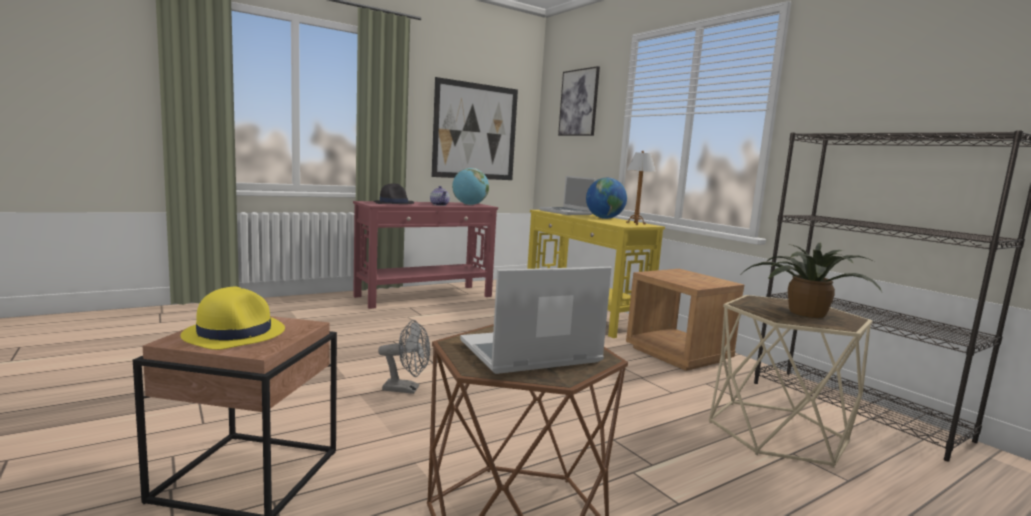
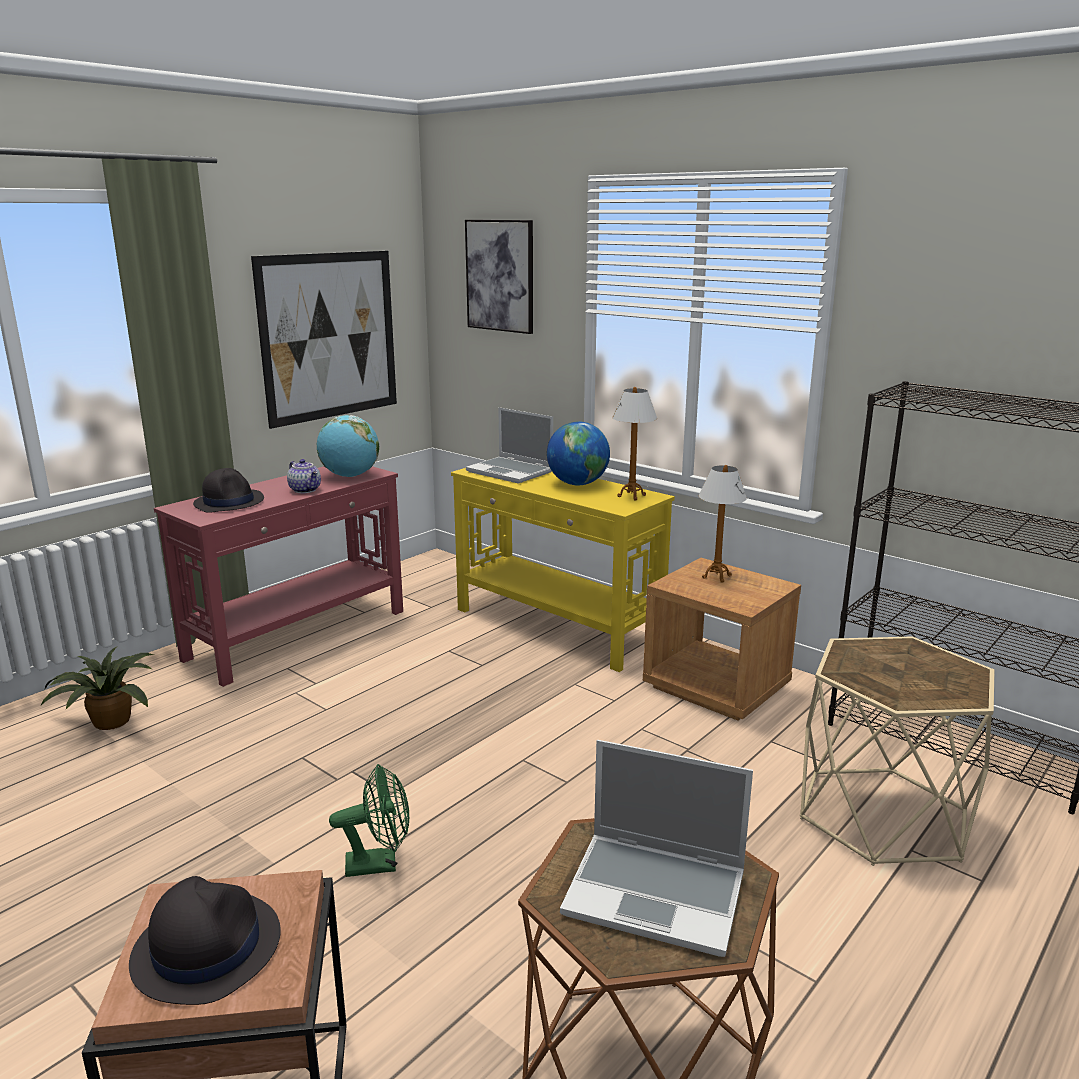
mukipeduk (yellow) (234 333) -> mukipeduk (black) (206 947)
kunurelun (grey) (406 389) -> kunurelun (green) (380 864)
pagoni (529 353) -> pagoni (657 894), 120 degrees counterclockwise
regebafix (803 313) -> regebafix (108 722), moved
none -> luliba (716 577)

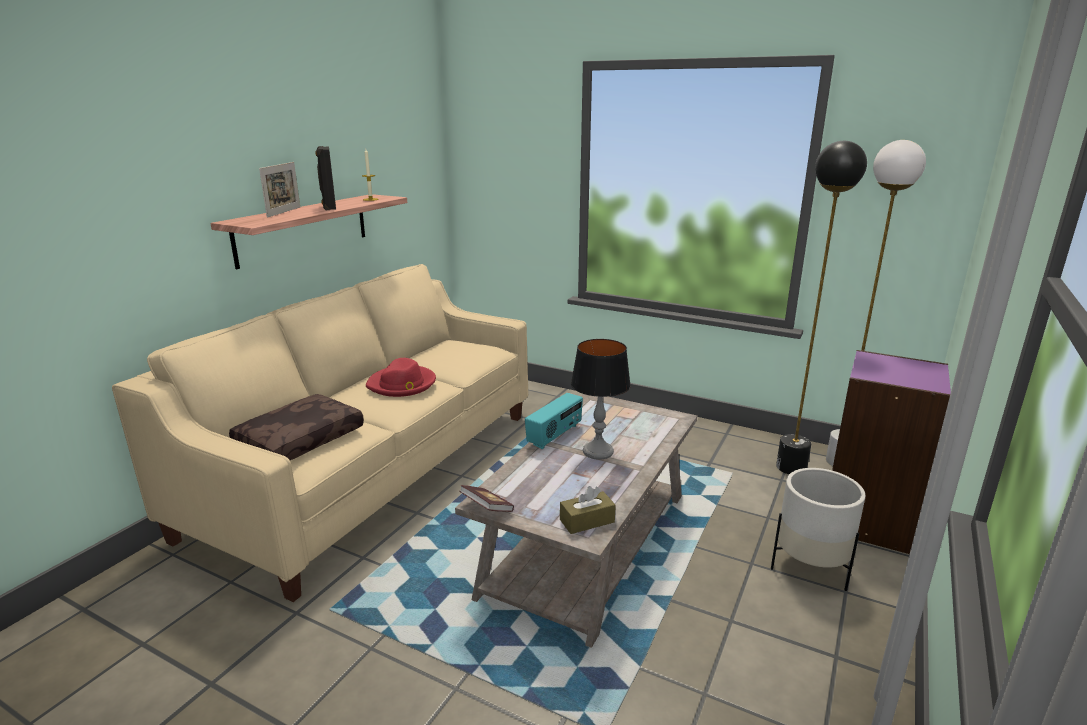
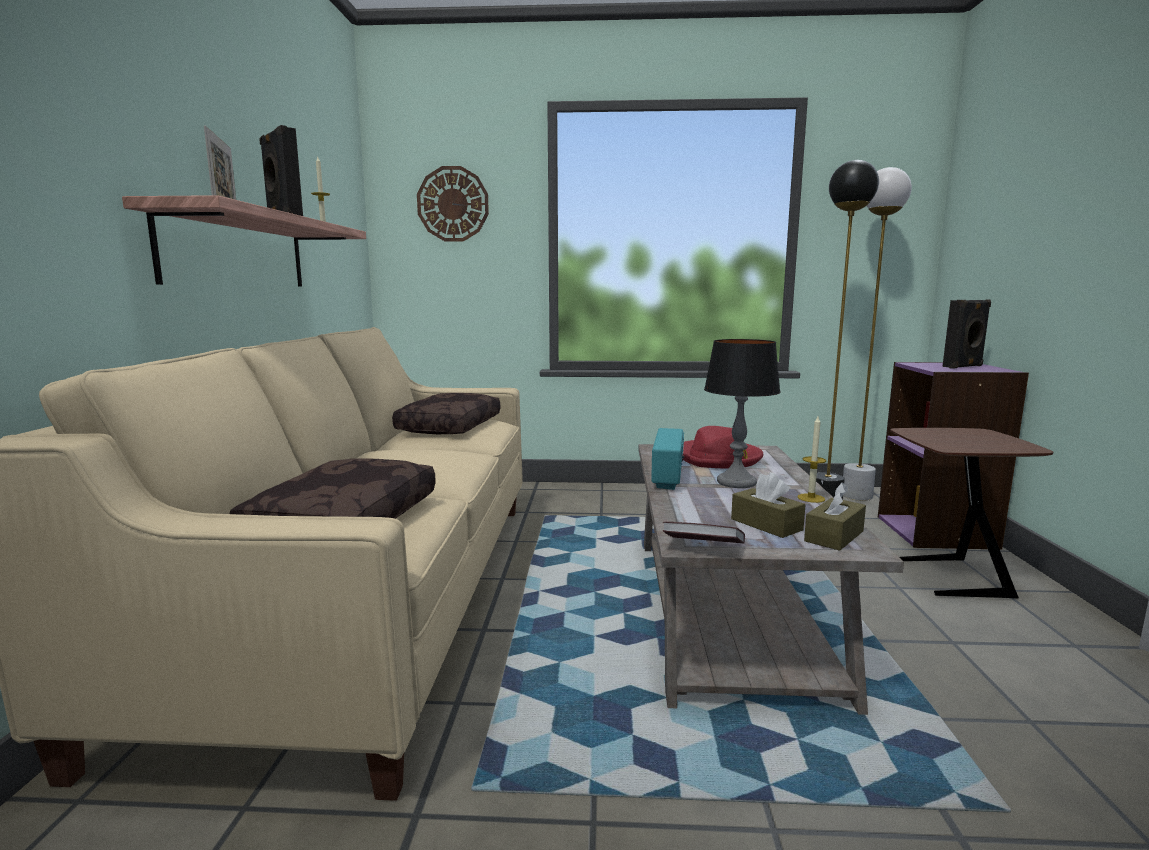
mukipeduk (red) (402 384) -> mukipeduk (red) (718 458), moved
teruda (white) (810 567) -> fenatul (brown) (948 578)
none -> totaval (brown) (449 426)
none -> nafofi (453 204)
none -> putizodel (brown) (766 524)
none -> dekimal (811 498)
none -> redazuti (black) (963 366)

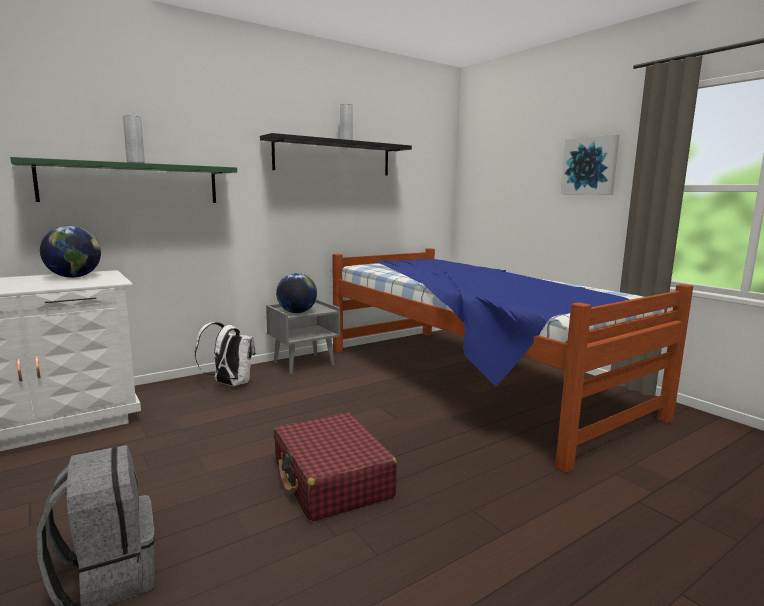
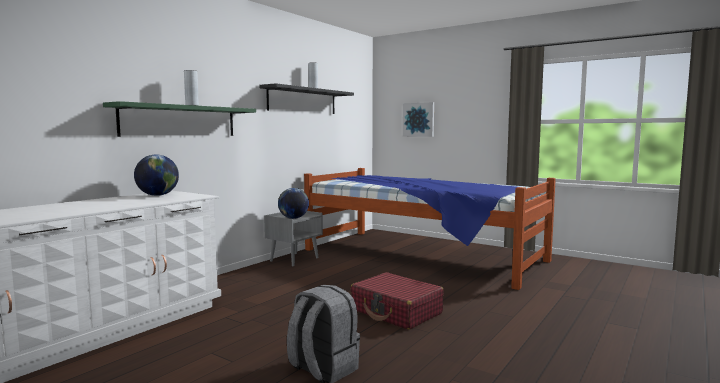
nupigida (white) (229 384) -> none
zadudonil (589 166) -> zadudonil (418 119), moved

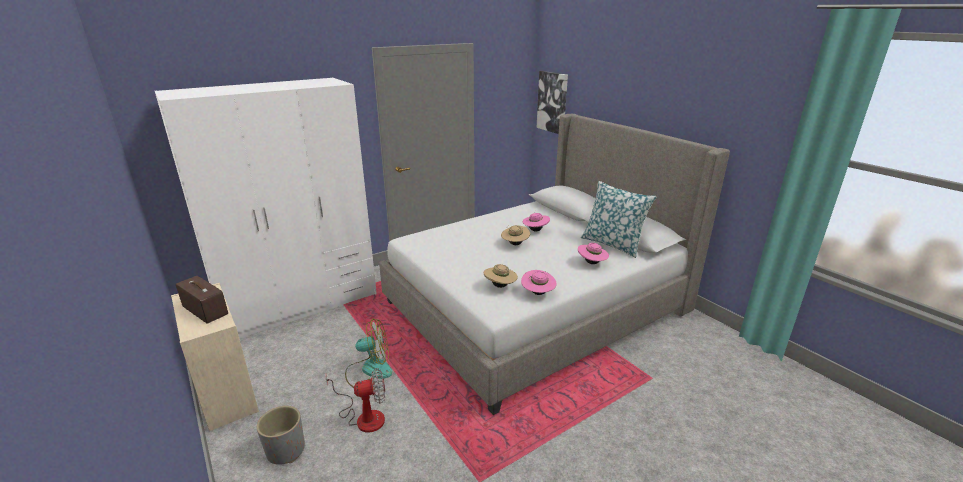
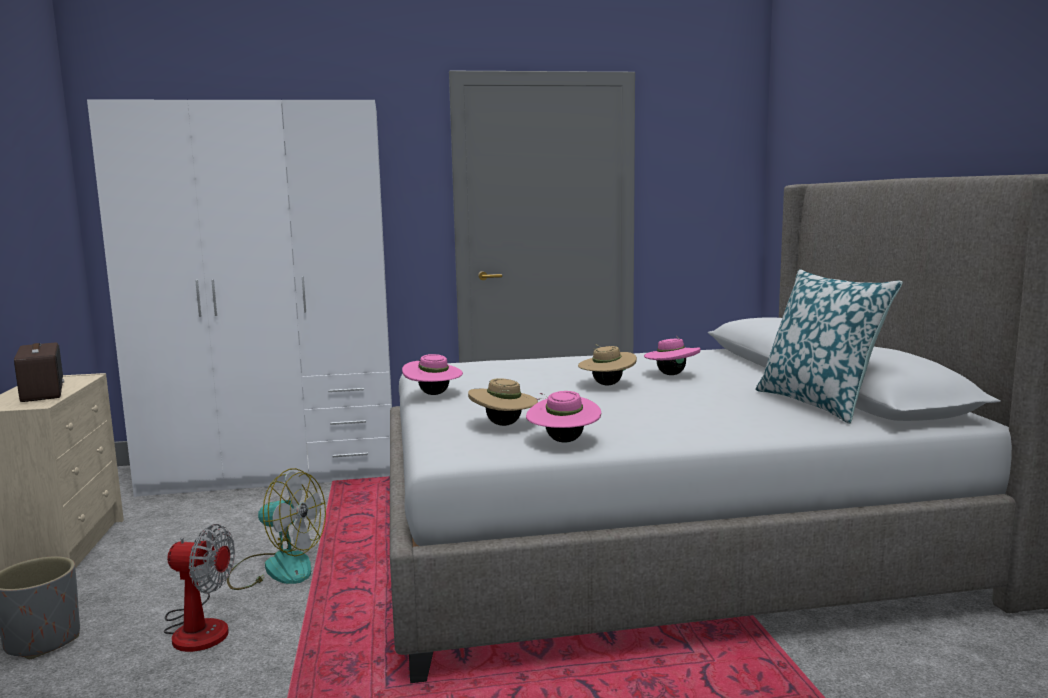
zadudonil (552 102) -> none
mukipeduk (pink) (592 263) -> mukipeduk (pink) (433 394), moved

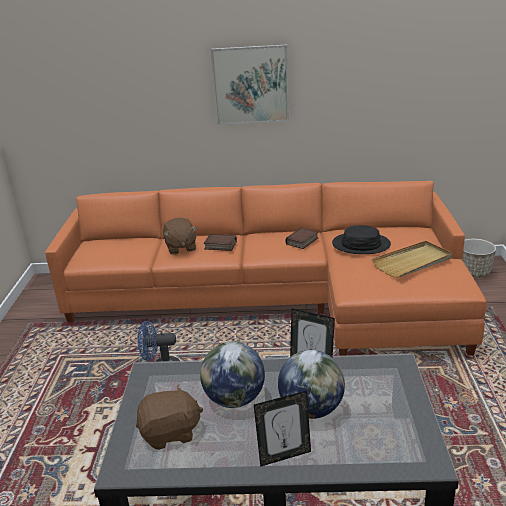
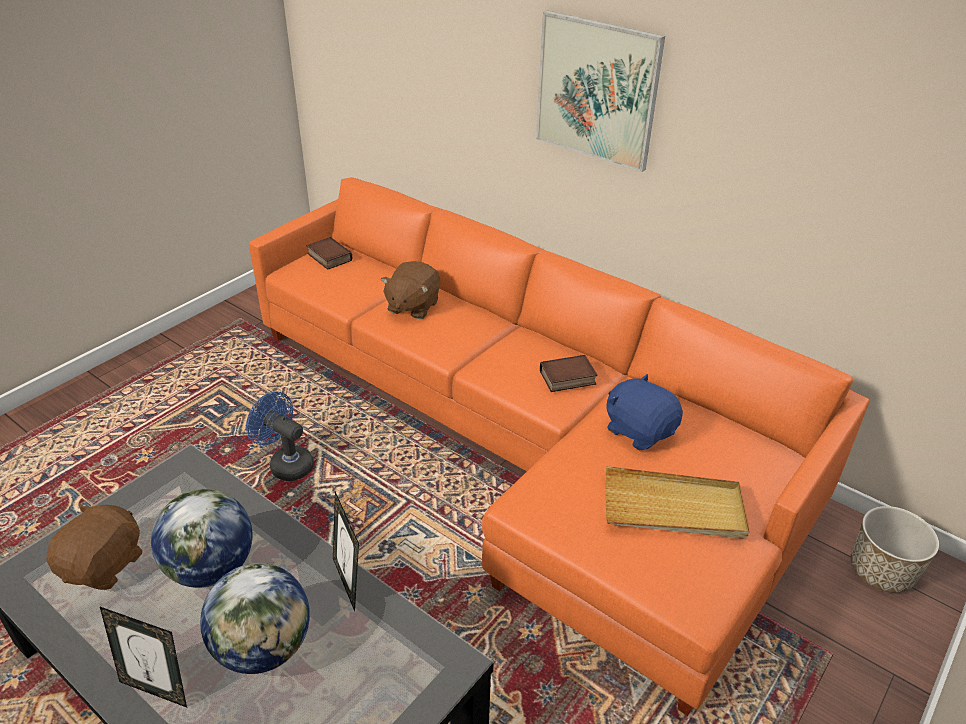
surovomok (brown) (170 433) -> surovomok (brown) (105 565), 90 degrees counterclockwise
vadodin (219 246) -> vadodin (328 257), moved
mukipeduk (black) (361 245) -> surovomok (blue) (639 430)

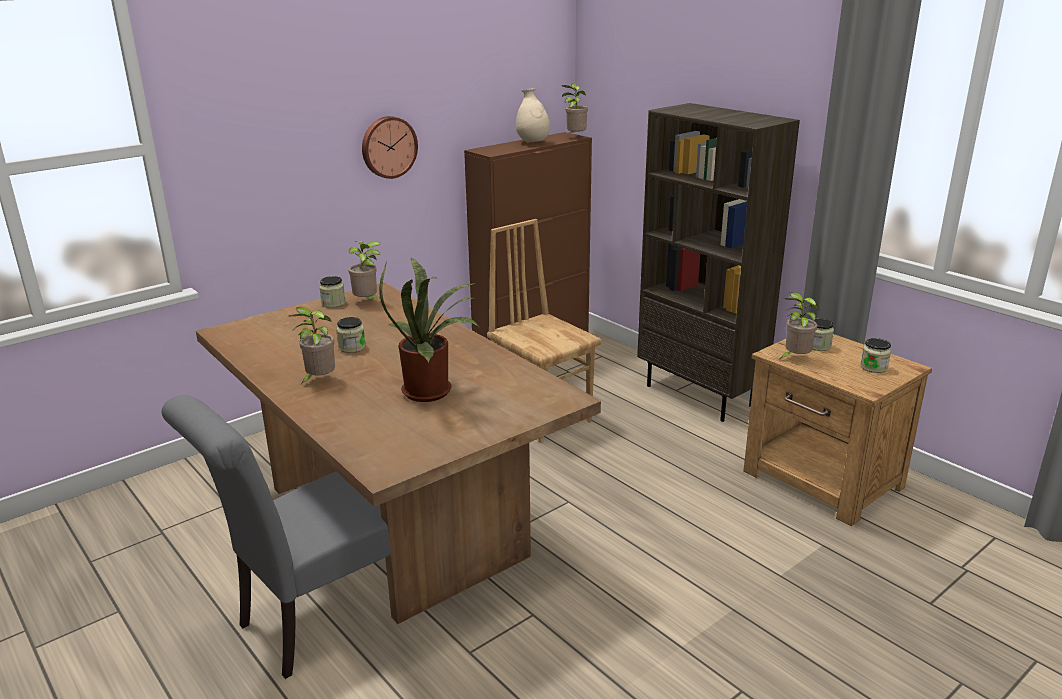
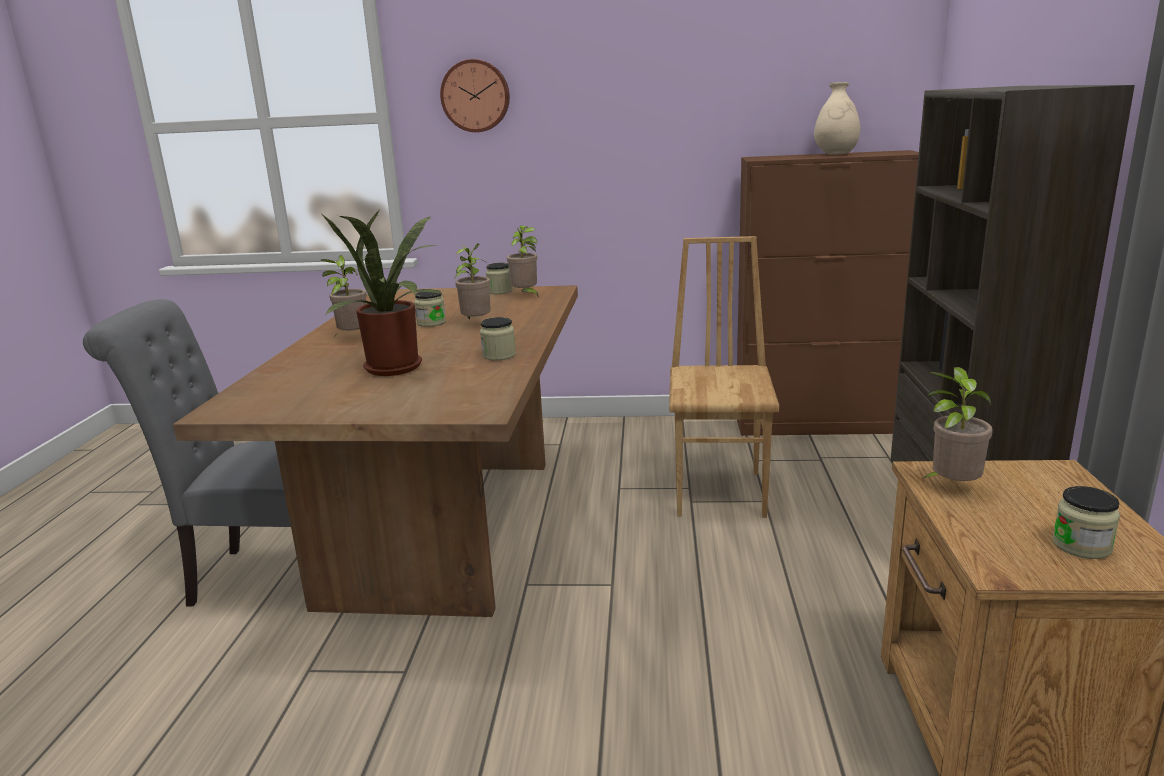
nafofi (388 147) -> nafofi (475 96), moved
regebafix (574 137) -> regebafix (476 324), moved
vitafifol (818 346) -> vitafifol (499 355), moved

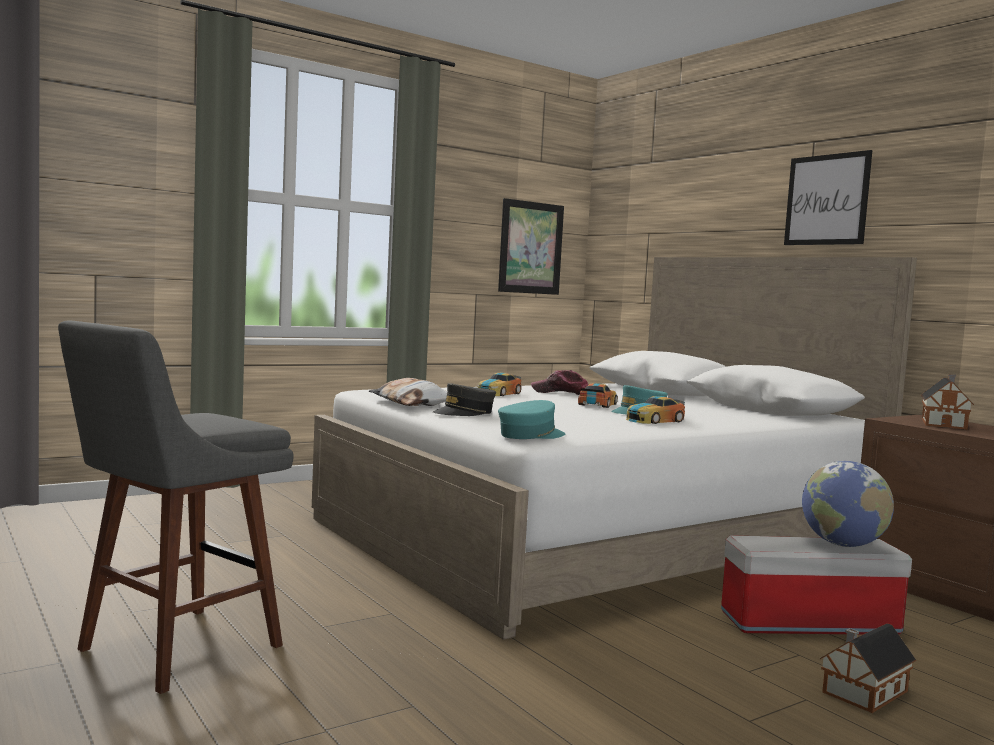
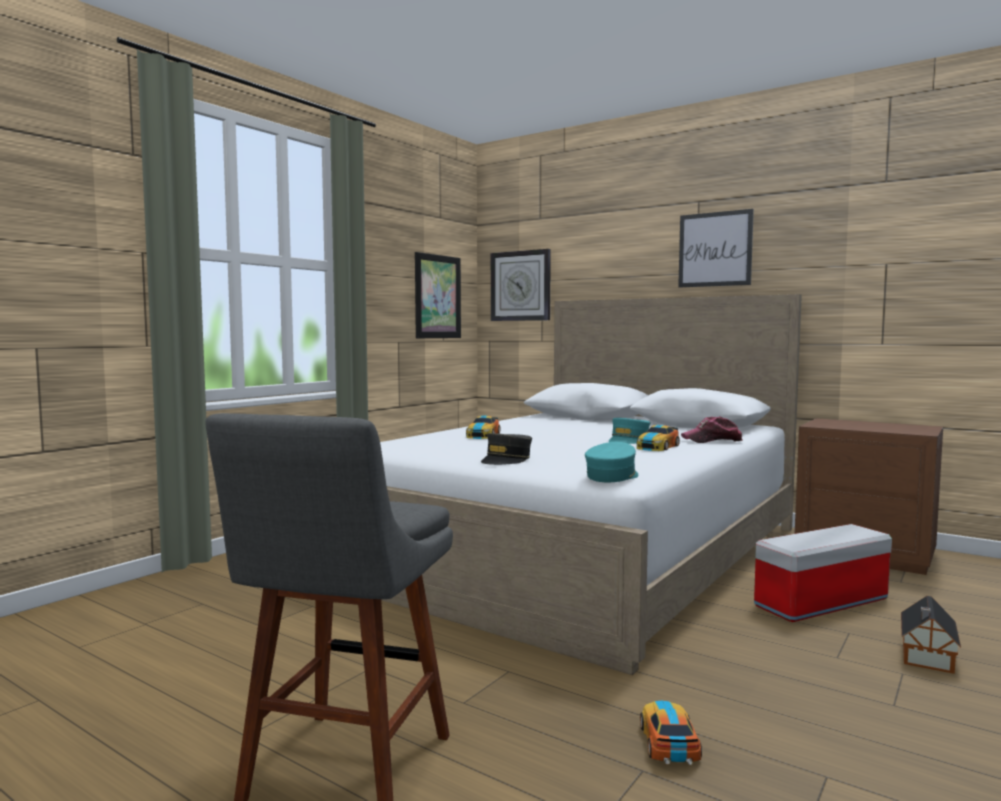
totaval (412 402) -> none
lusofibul (561 392) -> lusofibul (712 440), moved
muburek (598 404) -> muburek (668 741), moved
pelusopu (843 545) -> none
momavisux (944 423) -> none
none -> nafofi (520 286)

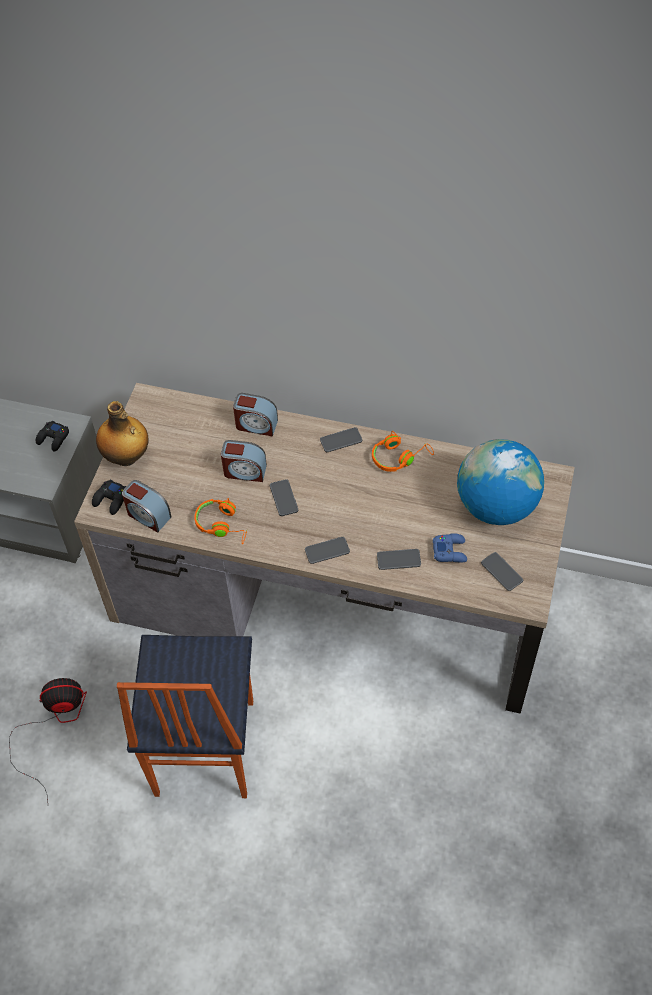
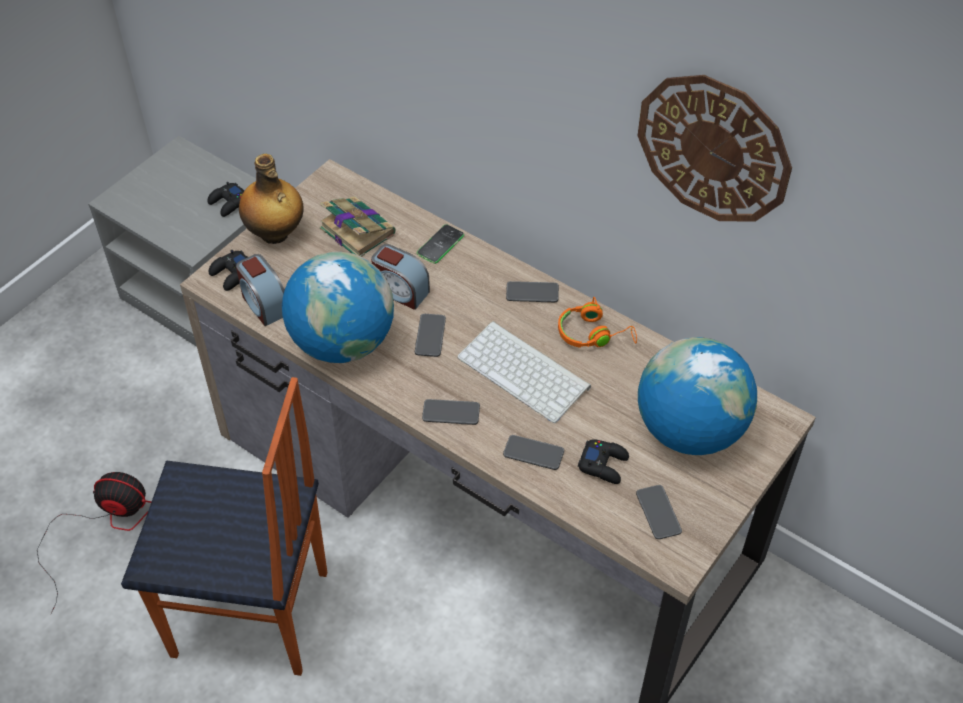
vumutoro (202 748) -> vumutoro (251 616), 105 degrees counterclockwise
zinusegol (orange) (222 525) -> pelusopu (343 342)
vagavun (256 425) -> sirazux (440 244)
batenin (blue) (450 551) -> batenin (black) (603 464)
none -> vadodin (356 230)
none -> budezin (526 372)
none -> nafofi (713 148)

